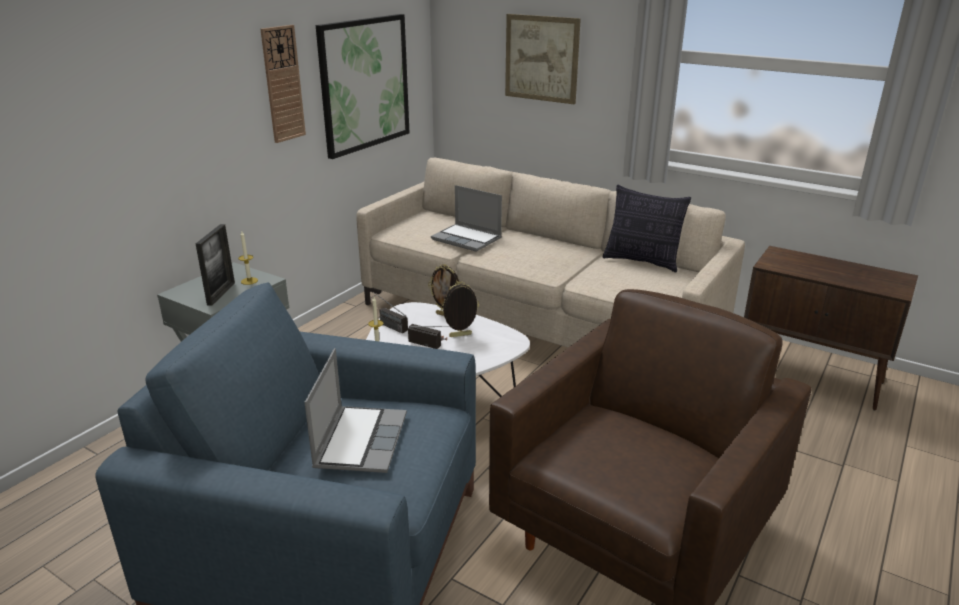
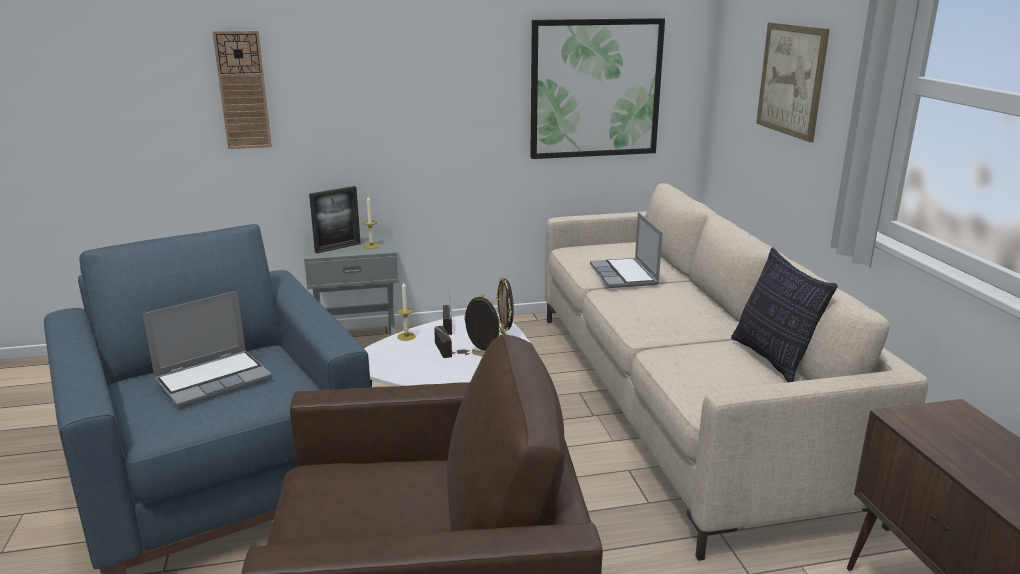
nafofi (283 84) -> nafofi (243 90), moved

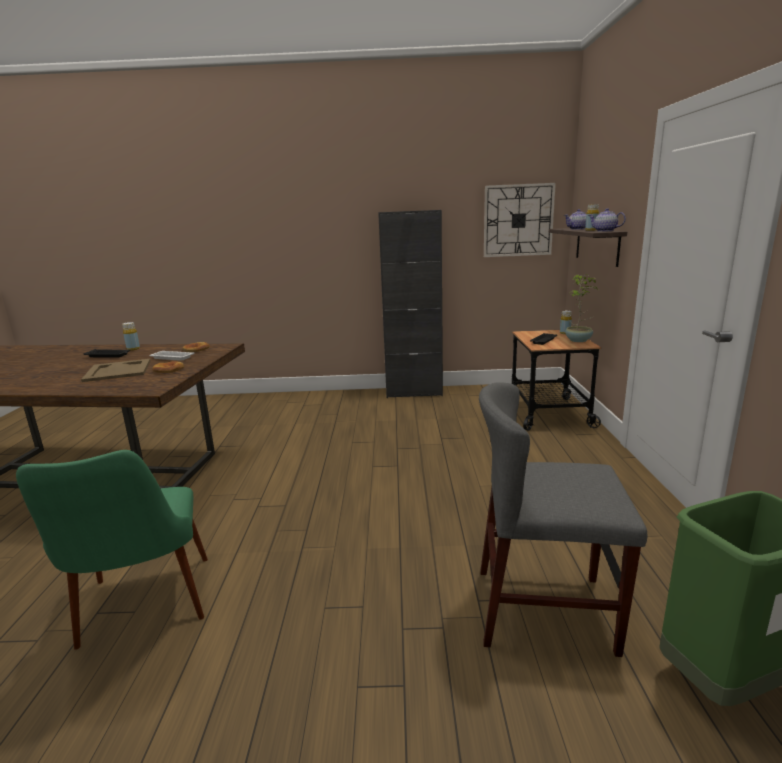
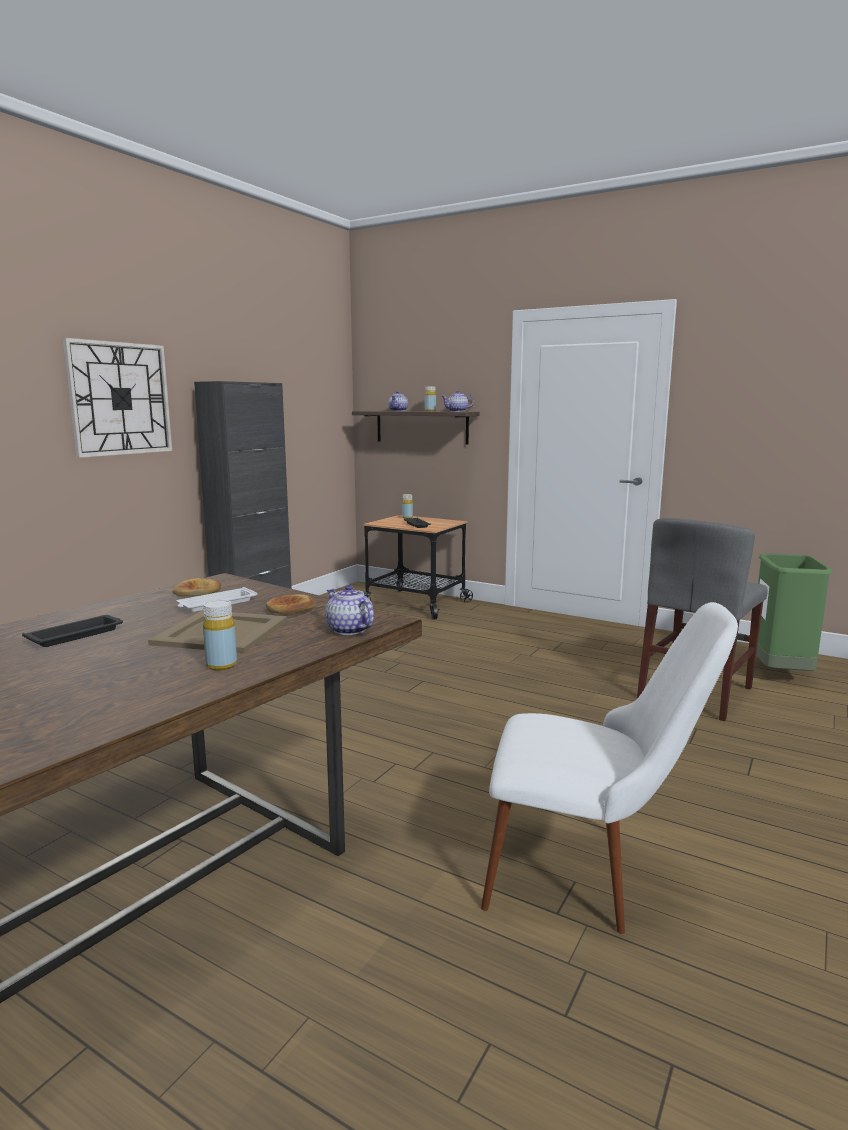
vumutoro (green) (144 616) -> vumutoro (white) (589 874)
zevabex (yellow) (133 349) -> zevabex (yellow) (221 665), moved
nafofi (518 220) -> nafofi (120 399), moved
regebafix (579 340) -> none
none -> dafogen (348 630)

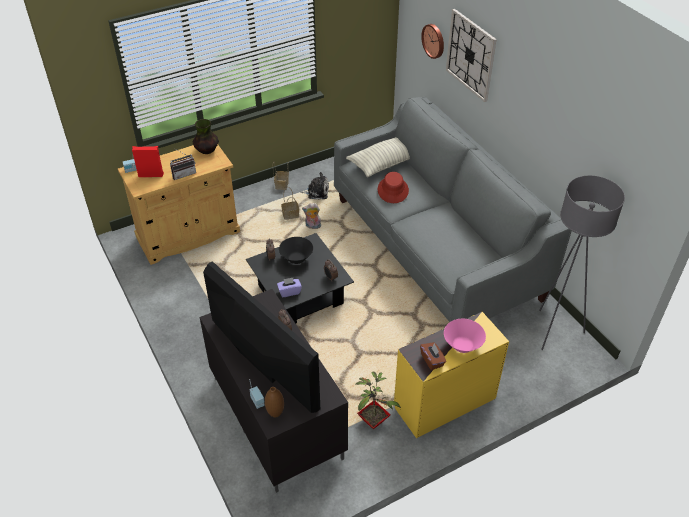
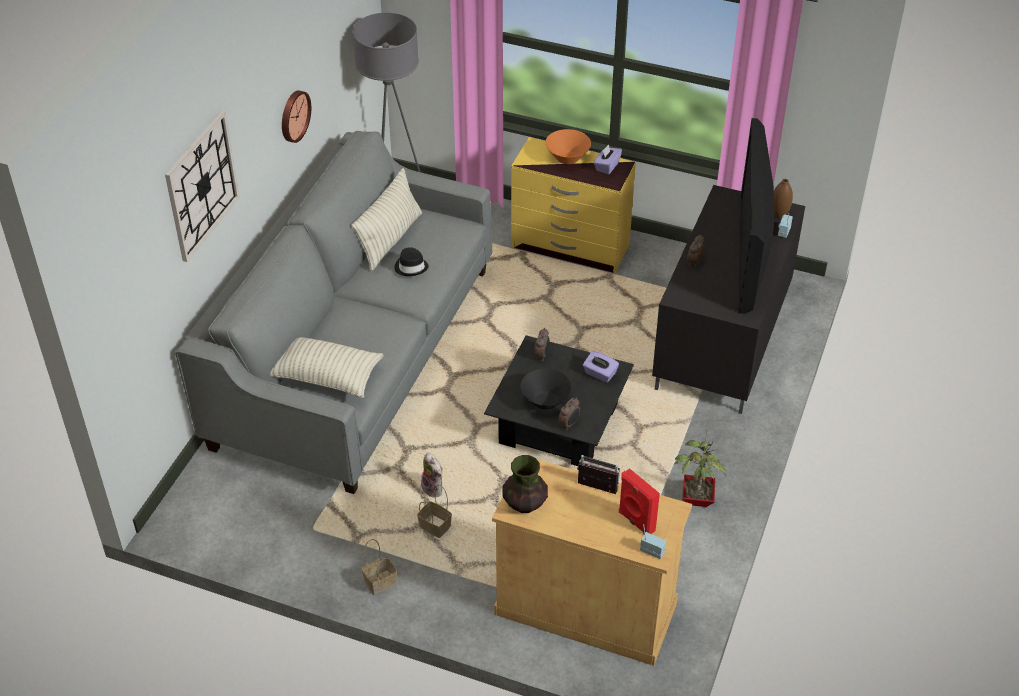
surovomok (316 192) -> none
regebafix (374 420) -> regebafix (695 499), moved
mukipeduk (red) (393 190) -> none
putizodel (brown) (432 360) -> putizodel (purple) (607 166)
nafofi (434 40) -> nafofi (293 116), moved
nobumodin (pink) (462 345) -> nobumodin (orange) (567 158)
none -> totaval (390 239)
none -> mukipeduk (black) (411 267)

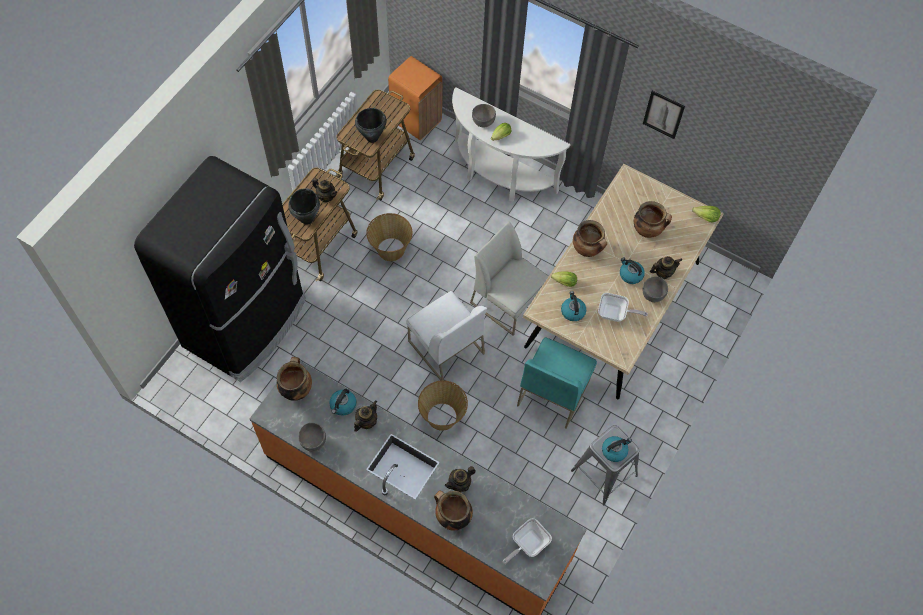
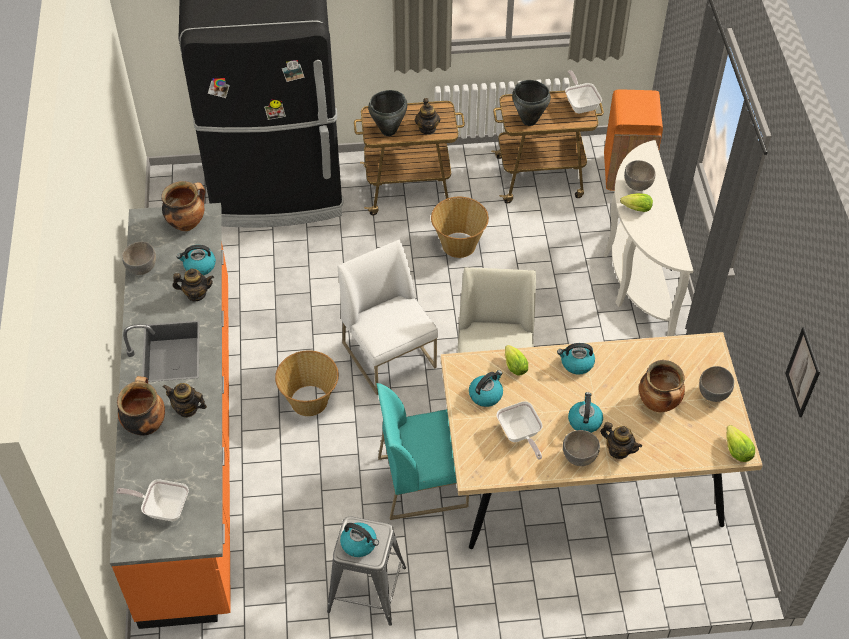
vumutoro (white) (445 347) -> vumutoro (white) (390 355), 135 degrees clockwise
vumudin (587 250) -> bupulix (576 363)
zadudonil (663 114) -> zadudonil (803 372), moved
none -> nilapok (580 104)
none -> nobumodin (grey) (713 393)

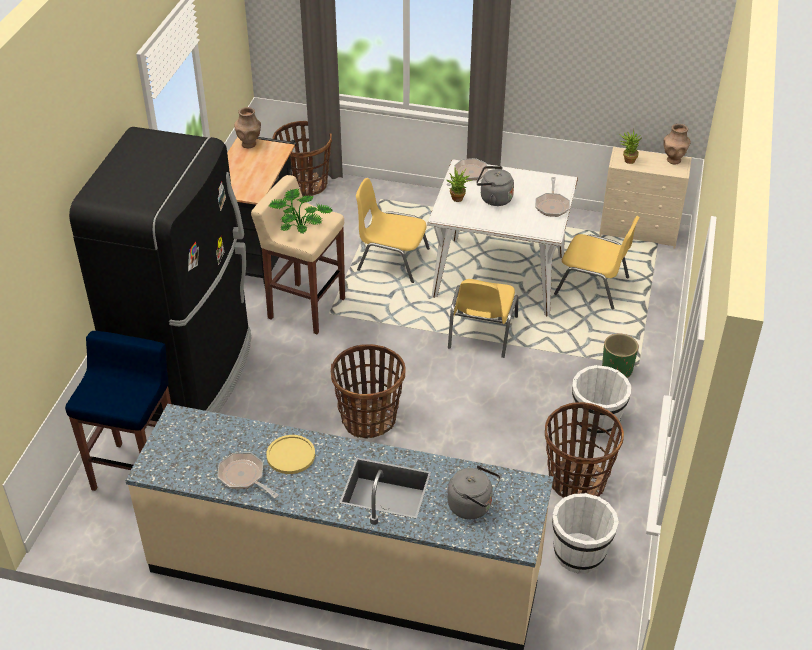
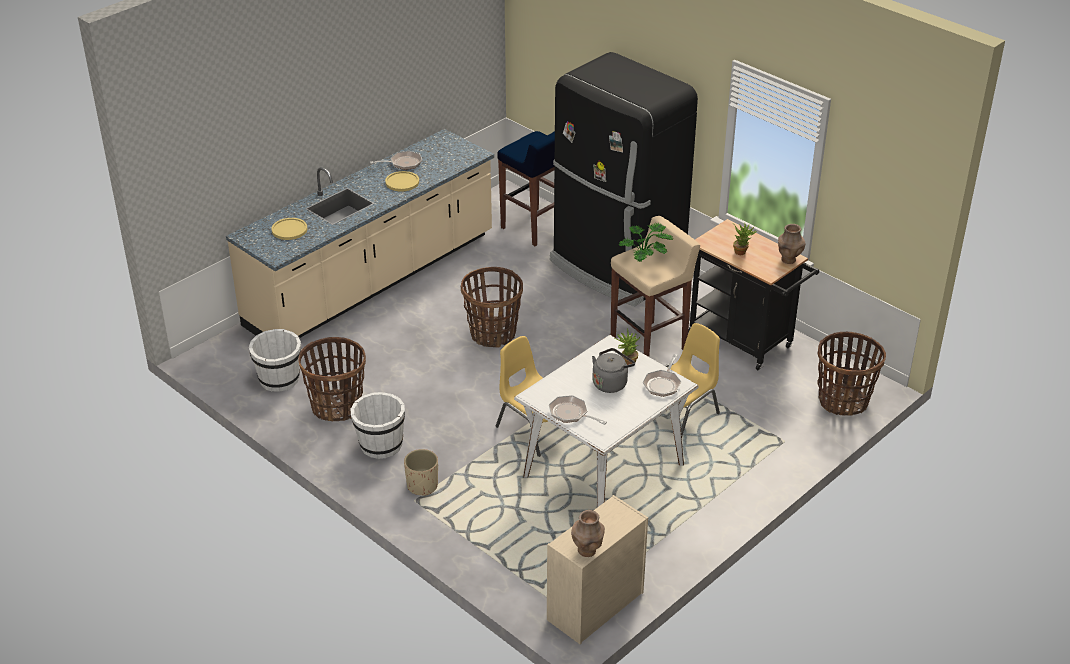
nilapok (468 174) -> nilapok (663 384), 45 degrees clockwise
bupulix (grey) (472 506) -> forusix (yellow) (289 230)
vumutoro (yellow) (593 286) -> none
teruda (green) (616 369) -> teruda (beige) (422 486)
regebafix (627 160) -> regebafix (742 251), moved

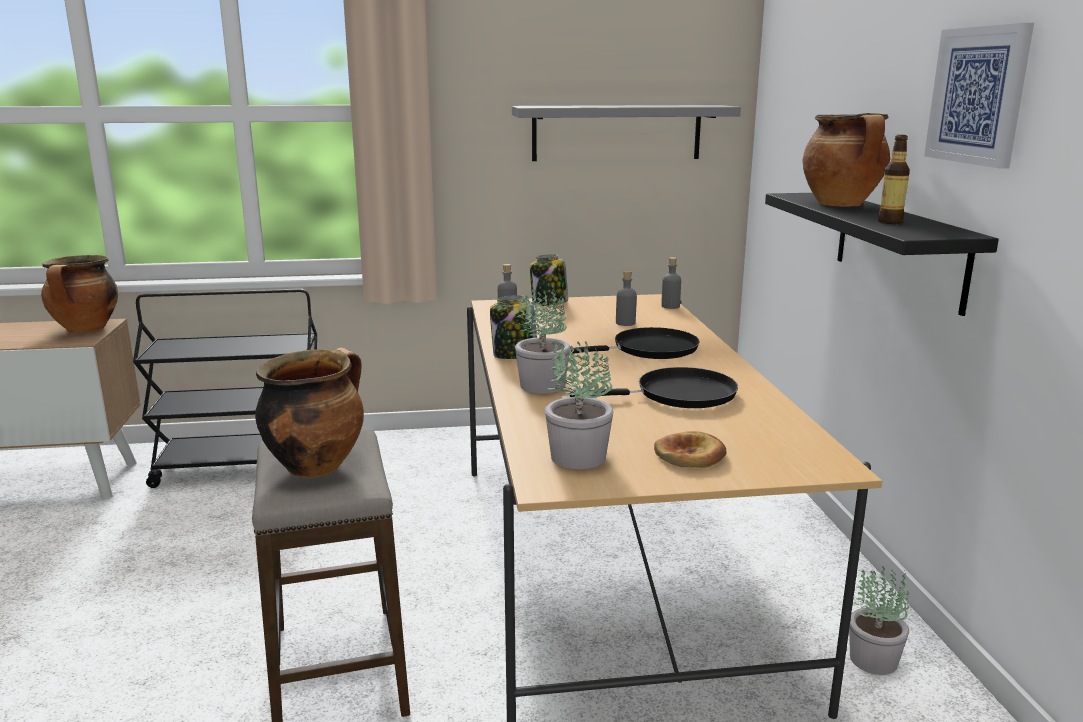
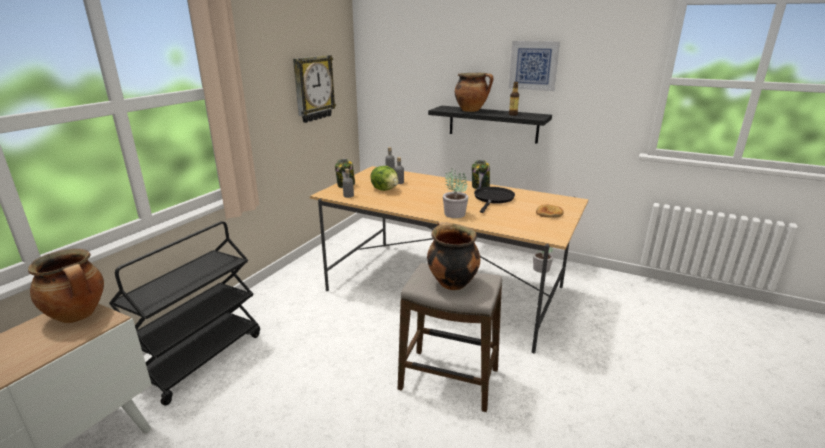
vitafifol (514 355) -> vitafifol (480 186), moved
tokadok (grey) (616 132) -> nafofi (313 88)
regebafix (577 457) -> none
nilapok (black) (649 350) -> none
none -> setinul (385 189)

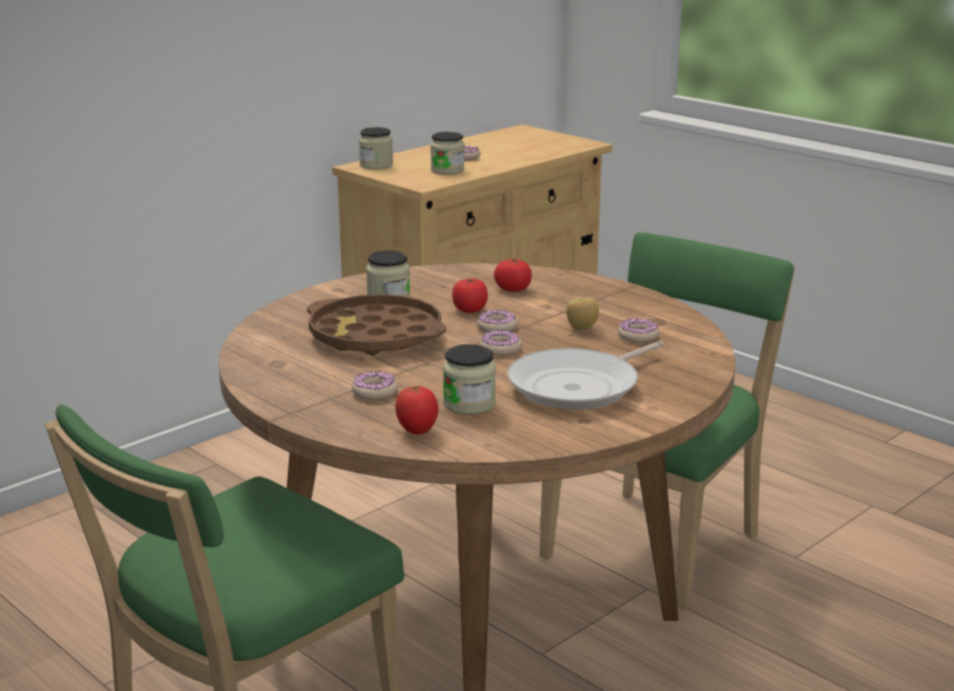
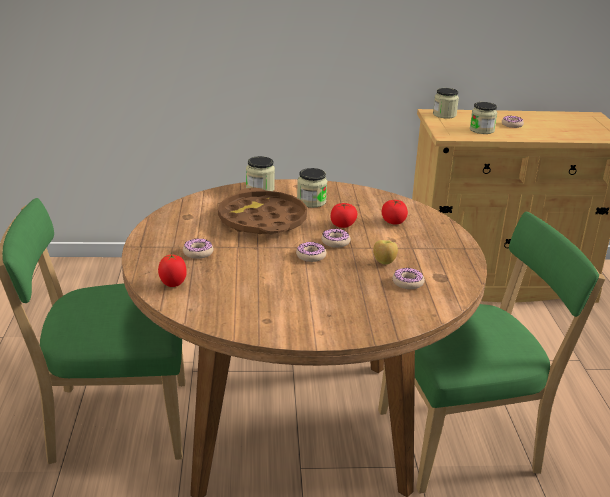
vitafifol (469 404) -> vitafifol (260 189), moved
nilapok (579 387) -> none

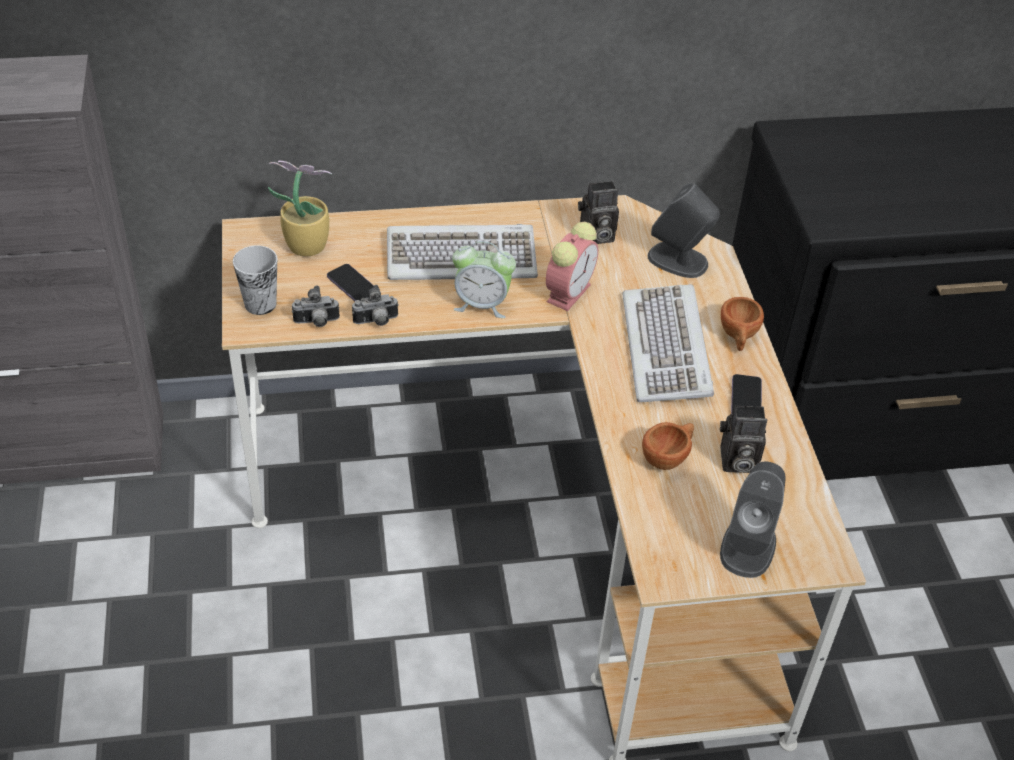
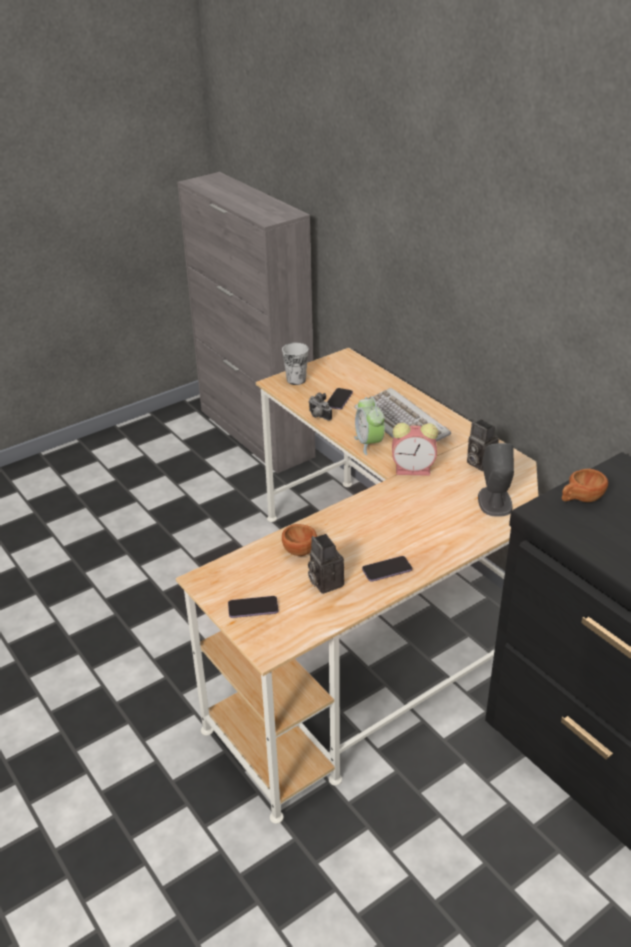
regebafix (305 245) -> none
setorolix (316 322) -> none
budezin (667 348) -> none
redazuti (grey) (748 546) -> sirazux (253 608)
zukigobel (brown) (738 337) -> zukigobel (brown) (580 499), moved

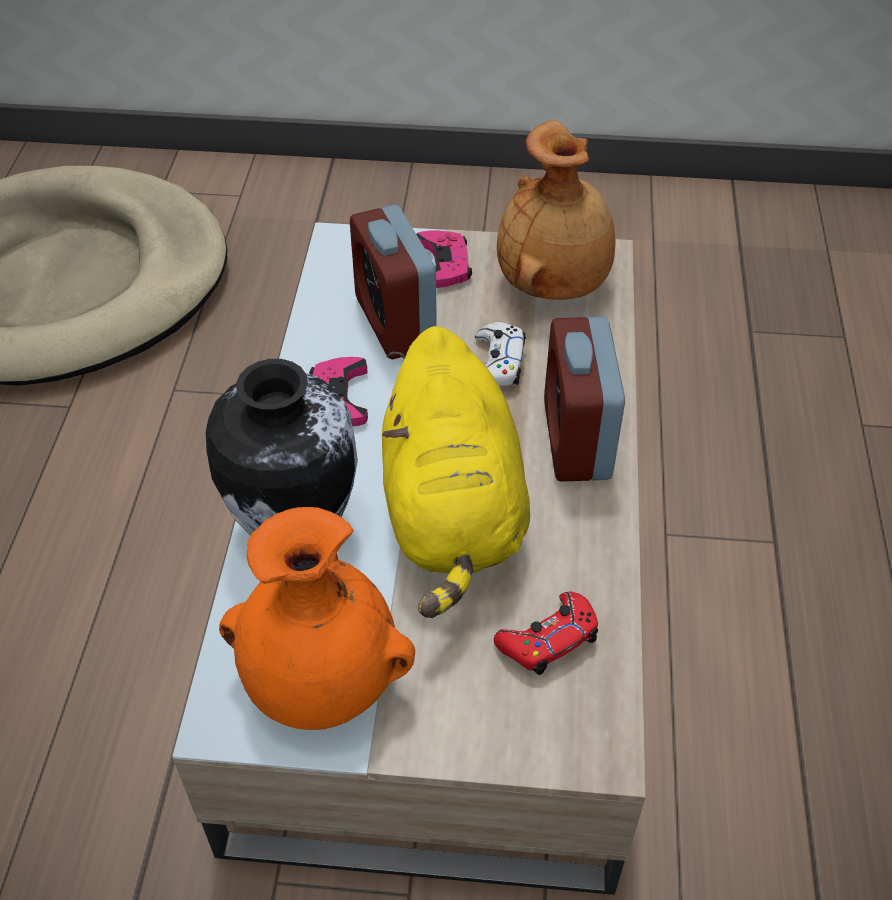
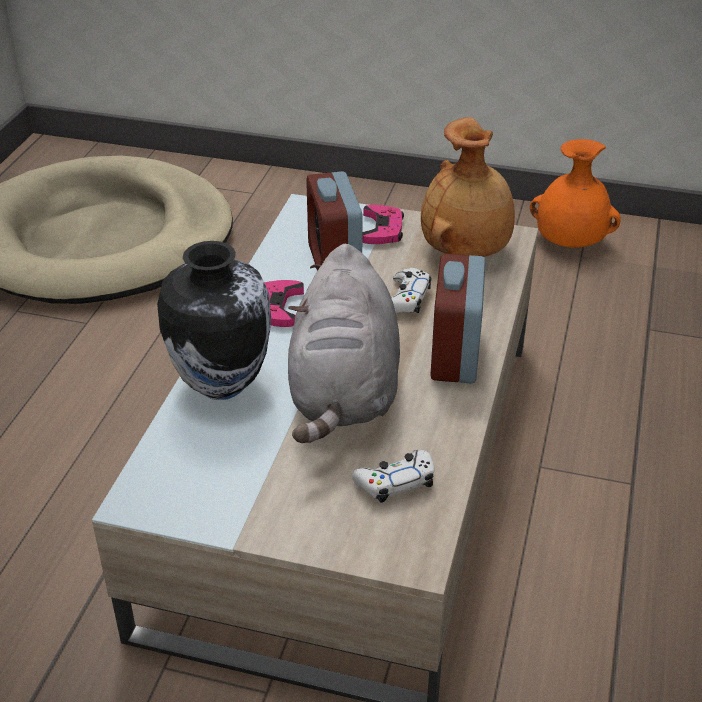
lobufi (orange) (321 684) -> lobufi (orange) (569 243), moved
surovomok (yellow) (453 513) -> surovomok (grey) (344 392)
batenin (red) (548 639) -> batenin (white) (395 482)

